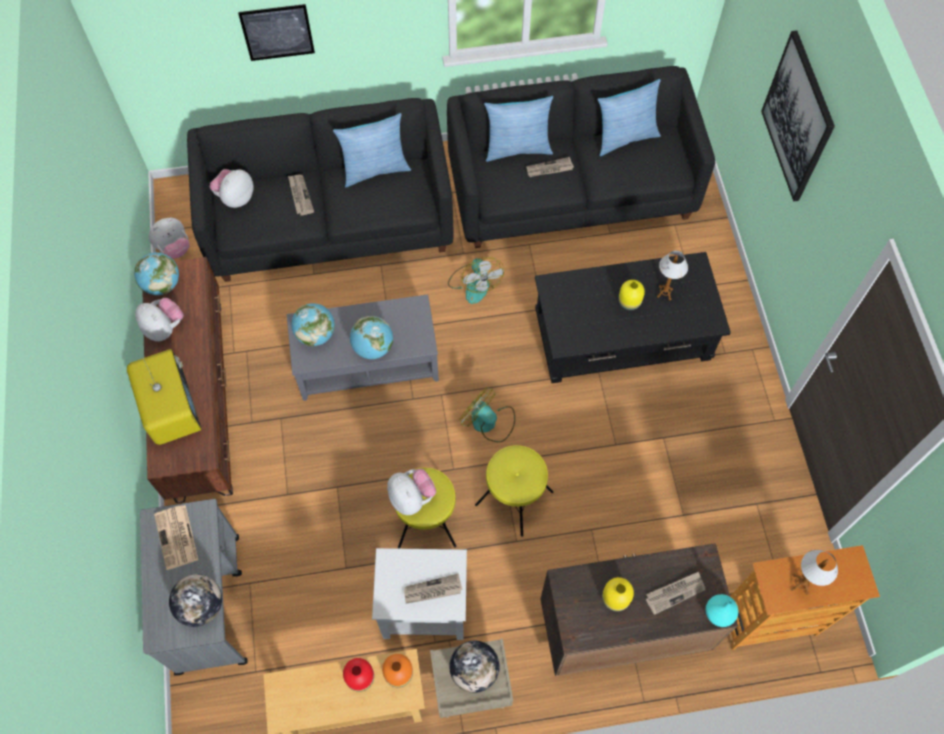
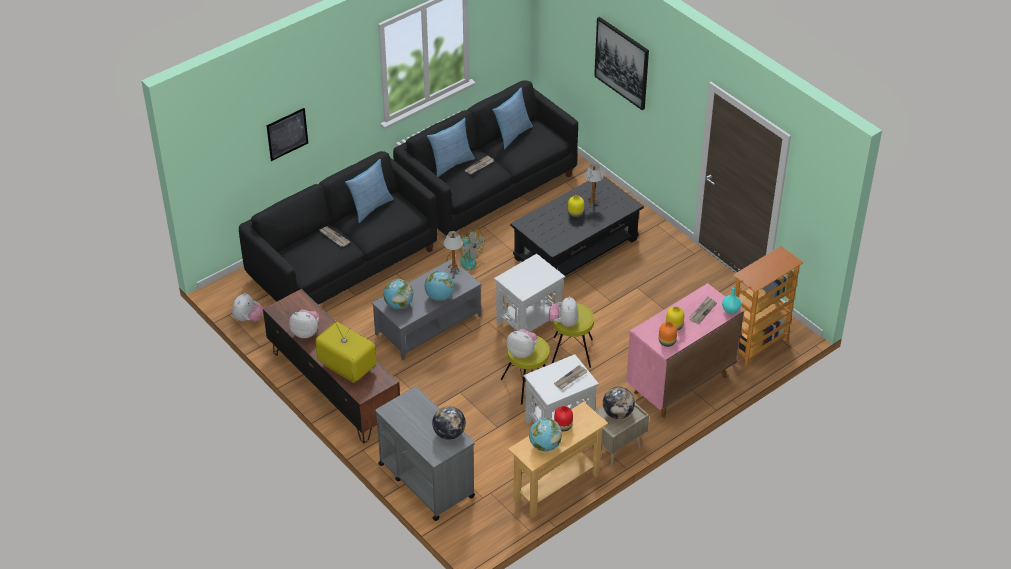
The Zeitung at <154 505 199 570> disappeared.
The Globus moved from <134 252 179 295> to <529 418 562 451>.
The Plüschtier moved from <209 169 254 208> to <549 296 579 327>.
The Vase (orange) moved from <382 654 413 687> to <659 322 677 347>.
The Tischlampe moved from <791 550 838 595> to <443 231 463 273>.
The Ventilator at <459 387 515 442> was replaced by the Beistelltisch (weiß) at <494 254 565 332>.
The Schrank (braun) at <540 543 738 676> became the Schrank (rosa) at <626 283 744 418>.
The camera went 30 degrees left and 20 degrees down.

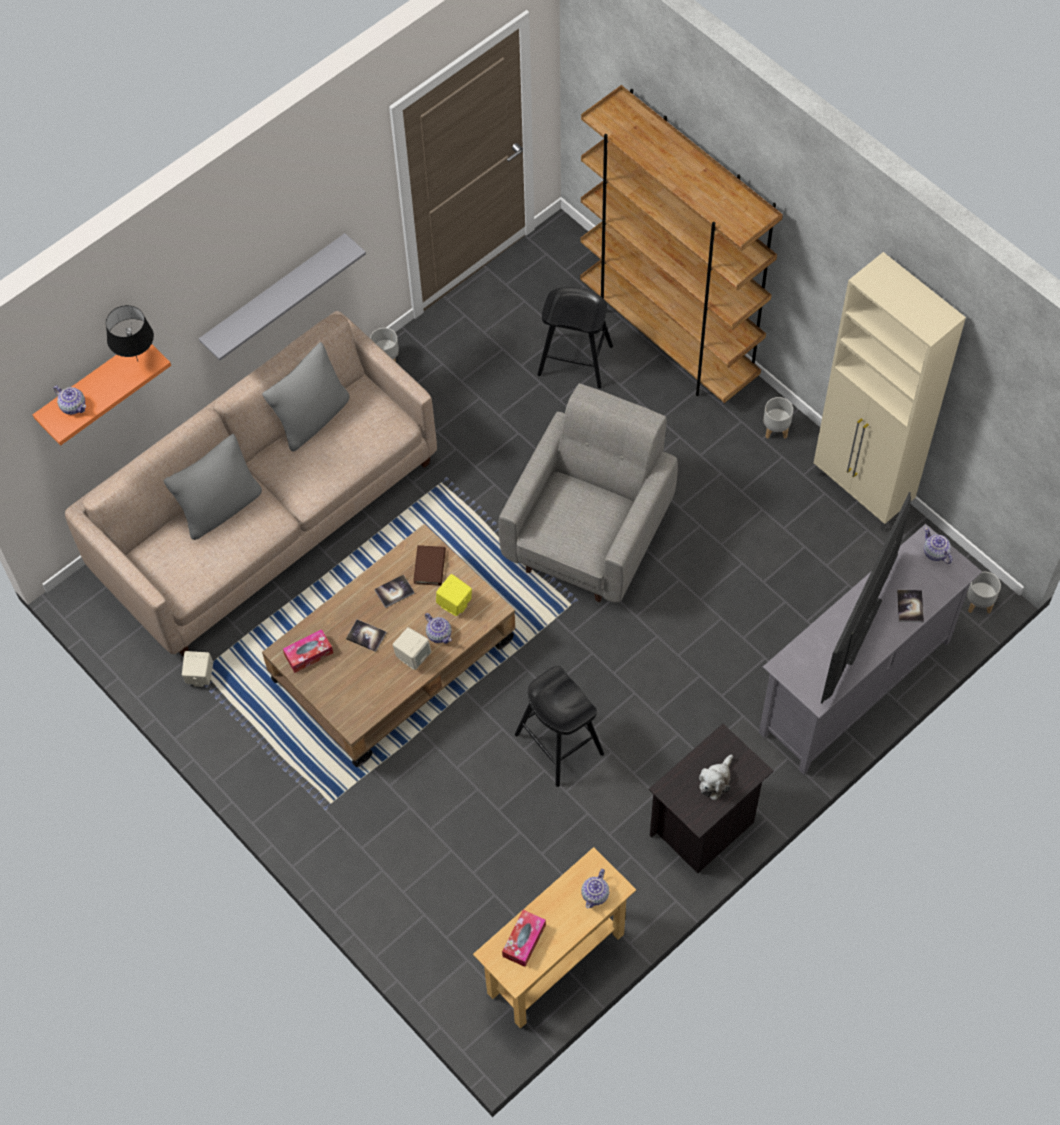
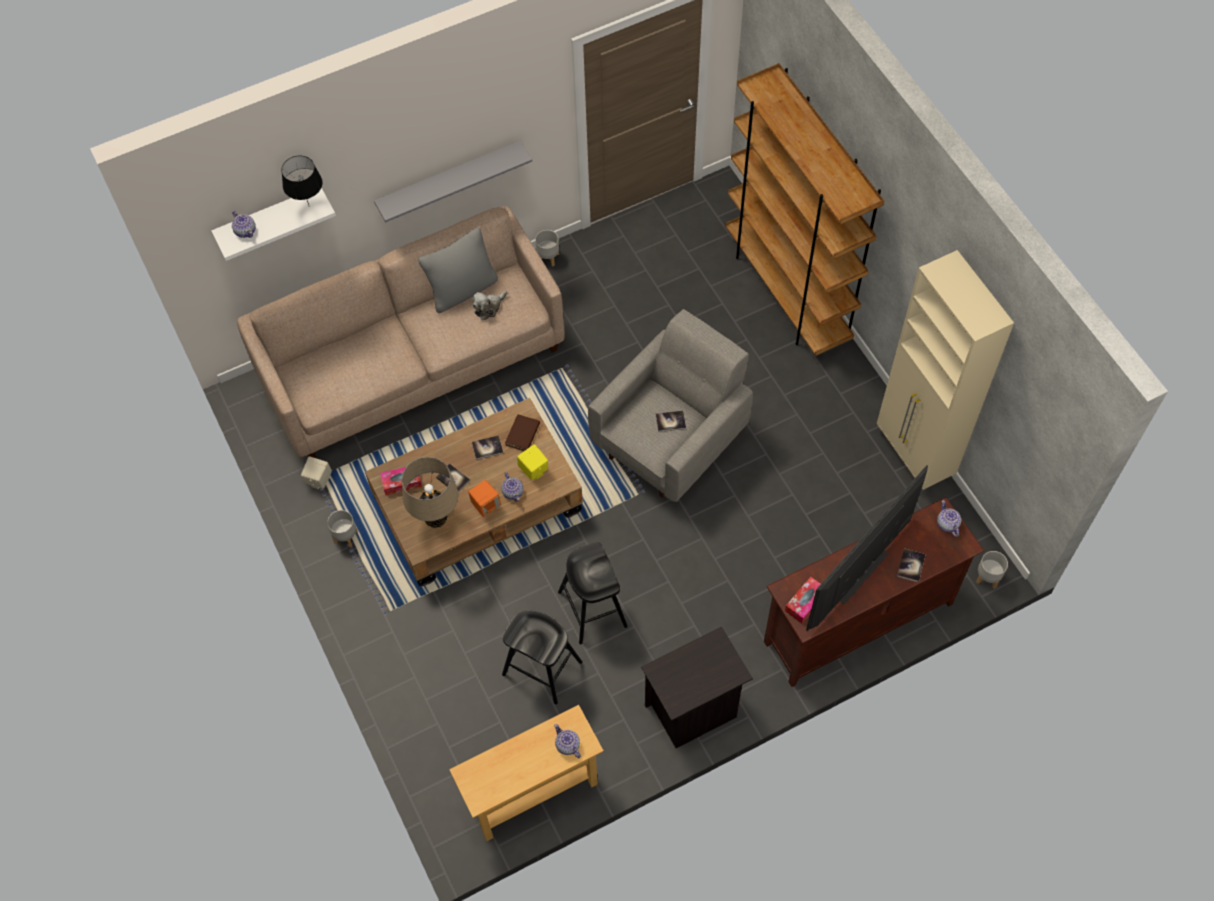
The Kissen (grau) at <164 434 262 540> disappeared.
The Tischlampe (beige) at <402 457 458 528> appeared.
The Buch at <656 411 686 432> appeared.
The Taschentuchbox moved from <502 910 546 967> to <785 577 820 623>.
The Hocker (schwarz) moved from <537 287 613 388> to <502 610 582 704>.
The Plüschtier moved from <699 754 733 801> to <472 291 507 320>.
The Pflanzkübel (grau) moved from <763 397 793 439> to <327 510 358 547>.
The Wandregal (orange) at <33 344 171 446> became the Wandregal (weiß) at <211 188 336 261>.
The Lautsprecher (beige) at <393 627 431 670> became the Lautsprecher (orange) at <468 480 501 517>.
The Fernsehschrank (grau) at <759 524 982 775> became the Fernsehschrank (braun) at <764 497 984 687>.
The Teekanne at <581 869 609 908> turned 105 degrees clockwise.
The camera went 15 degrees right and 0 degrees up.

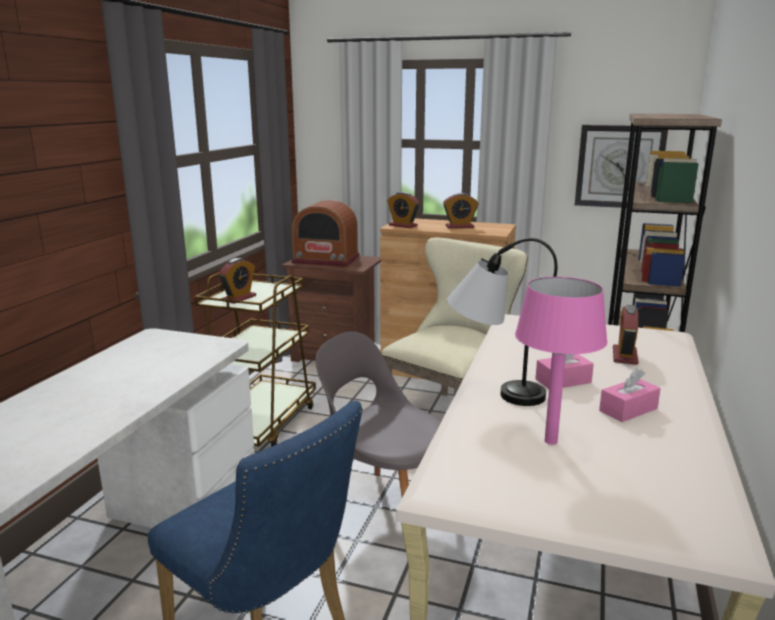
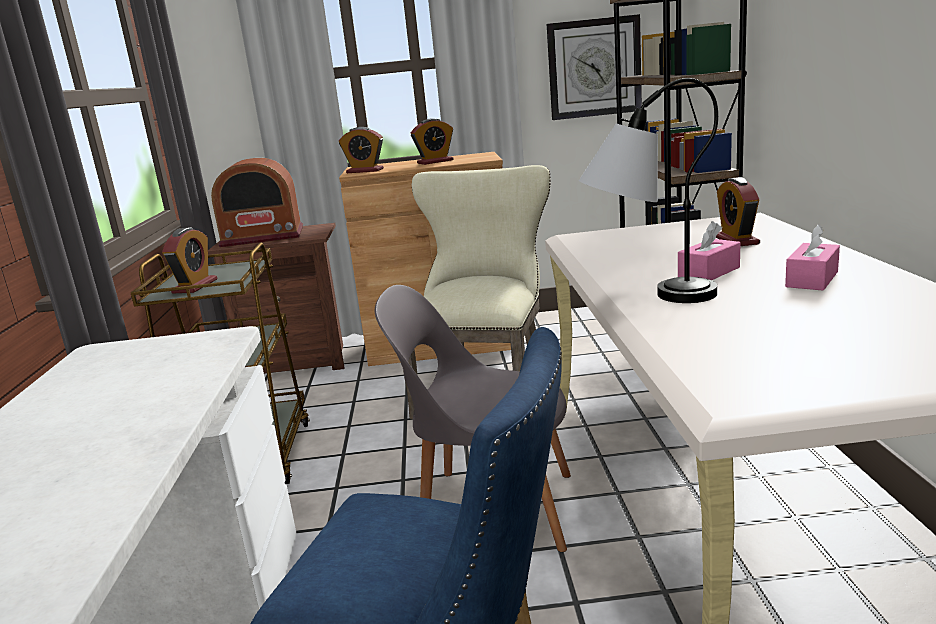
The Tischlampe (rosa) at <515 277 608 445> disappeared.
The camera went 20 degrees left and 0 degrees up.

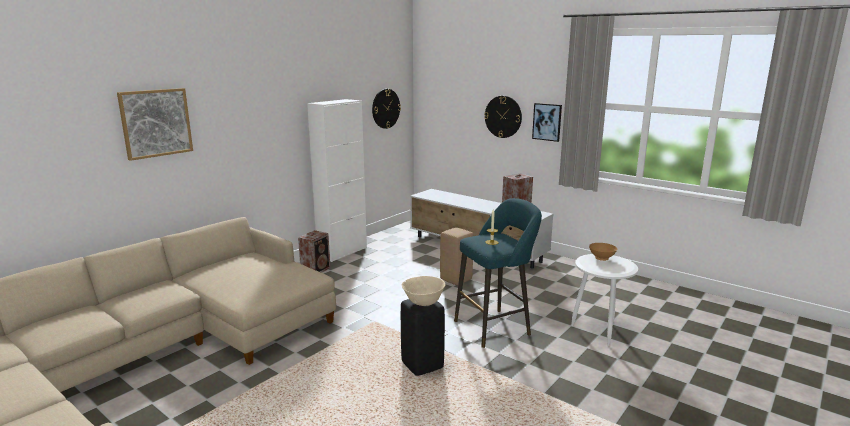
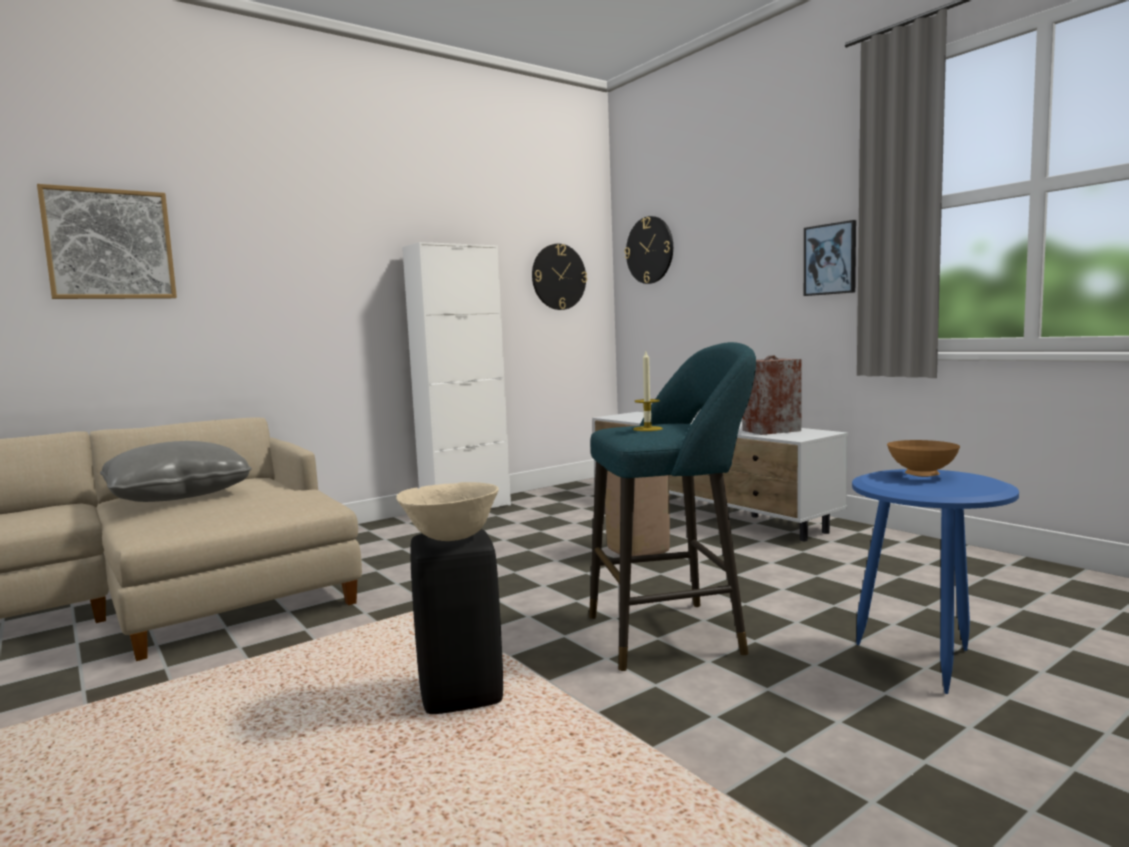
The Lautsprecher at <298 230 330 273> disappeared.
The Kissen (grau) at <100 441 252 502> appeared.
The Wanduhr moved from <484 96 522 138> to <625 216 673 284>.
The Beistelltisch (weiß) at <571 254 638 346> became the Beistelltisch (blau) at <852 469 1019 694>.
The camera went 15 degrees right and 10 degrees down.

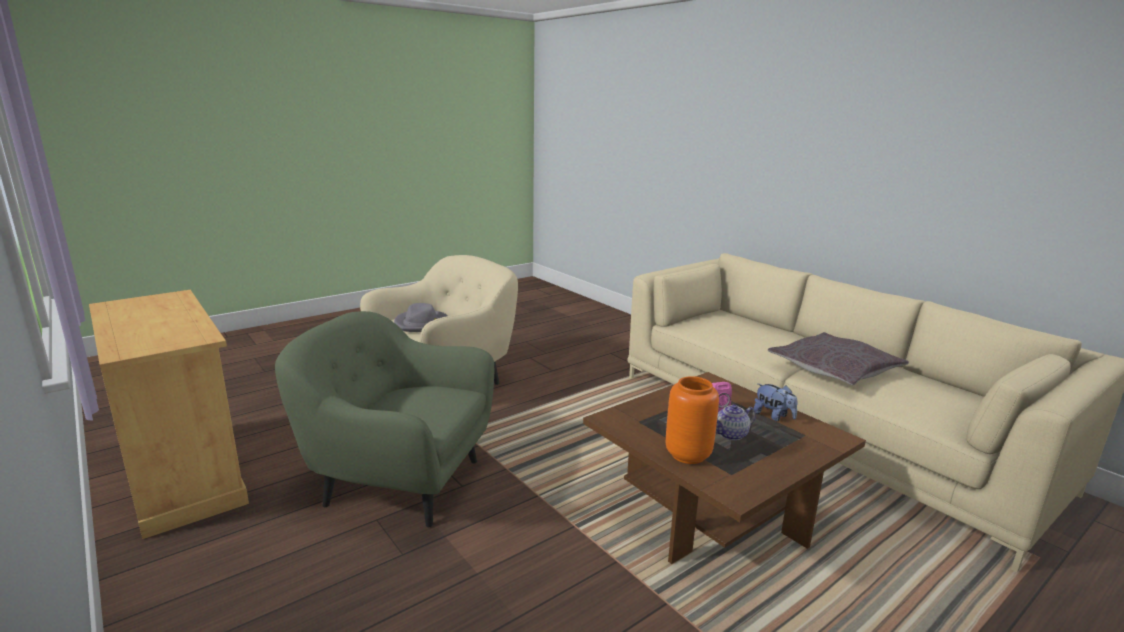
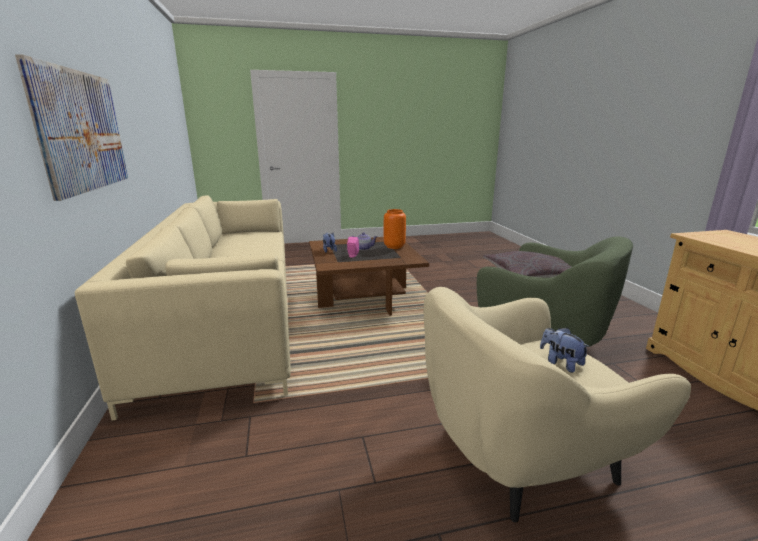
The Bild at <15 54 128 201> appeared.
The Kissen (grau) moved from <768 332 909 385> to <483 251 571 278>.
The Hut (grau) at <394 303 448 332> was replaced by the Plüschtier at <540 328 590 373>.
The camera went 155 degrees left and 0 degrees up.

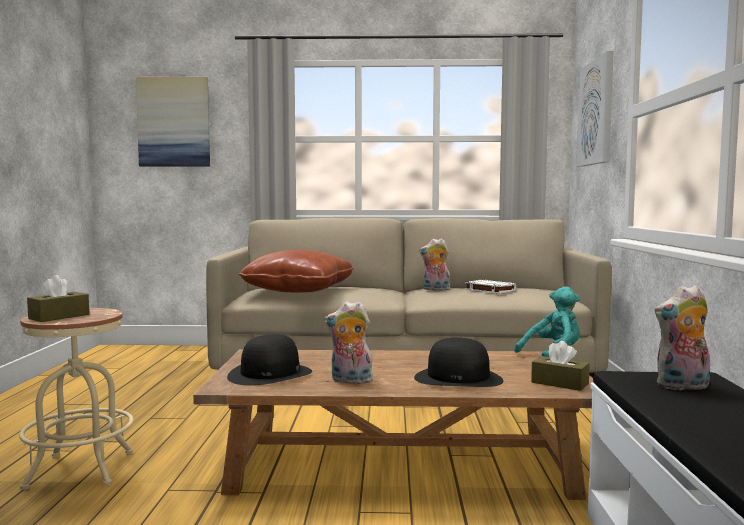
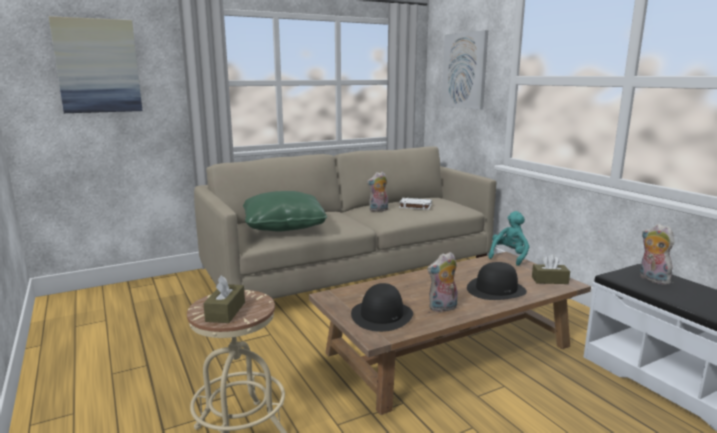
The Kissen (braun) at <239 250 354 293> became the Kissen (grün) at <243 191 327 231>.
The Plüschtier at <655 285 710 390> turned 105 degrees clockwise.
The camera went 30 degrees left and 10 degrees up.

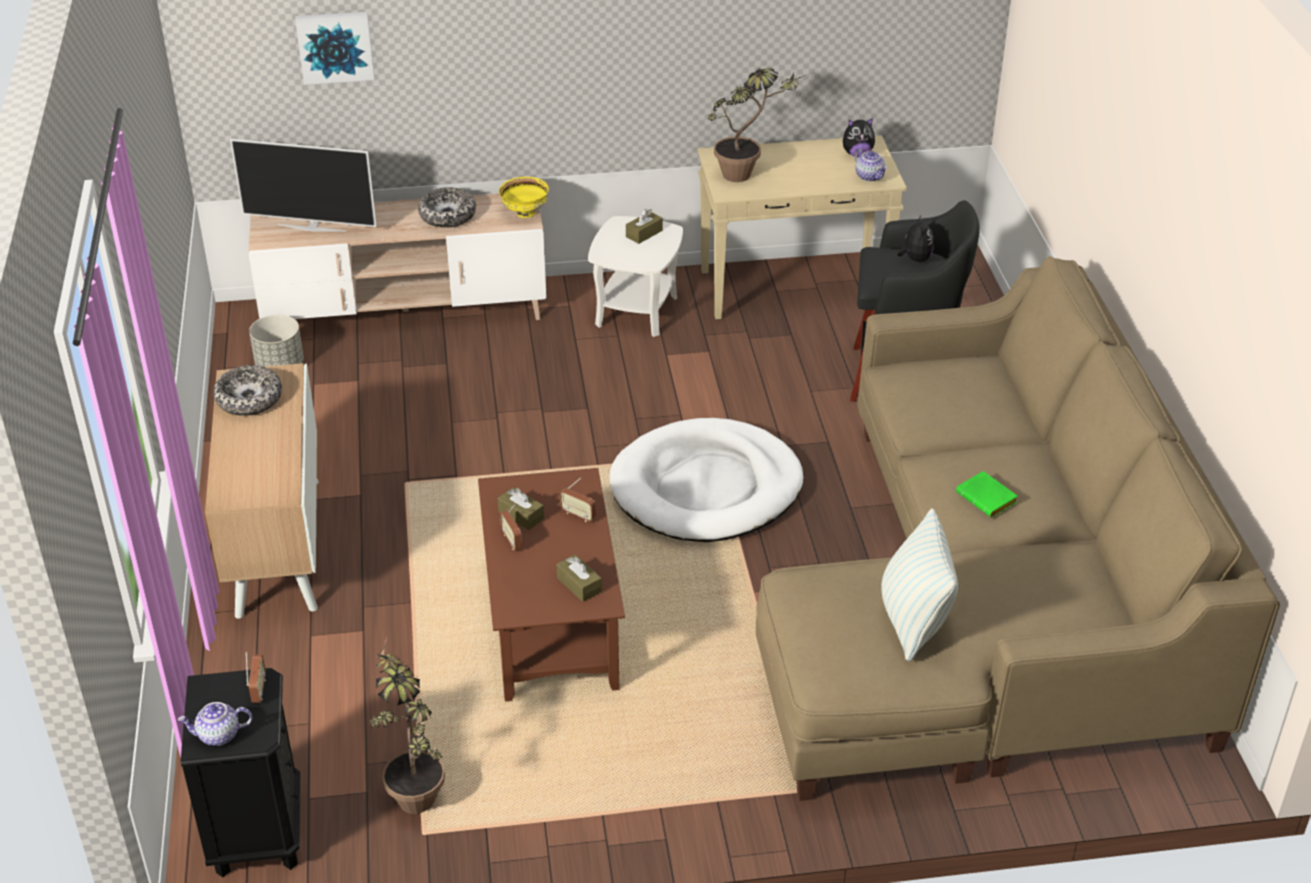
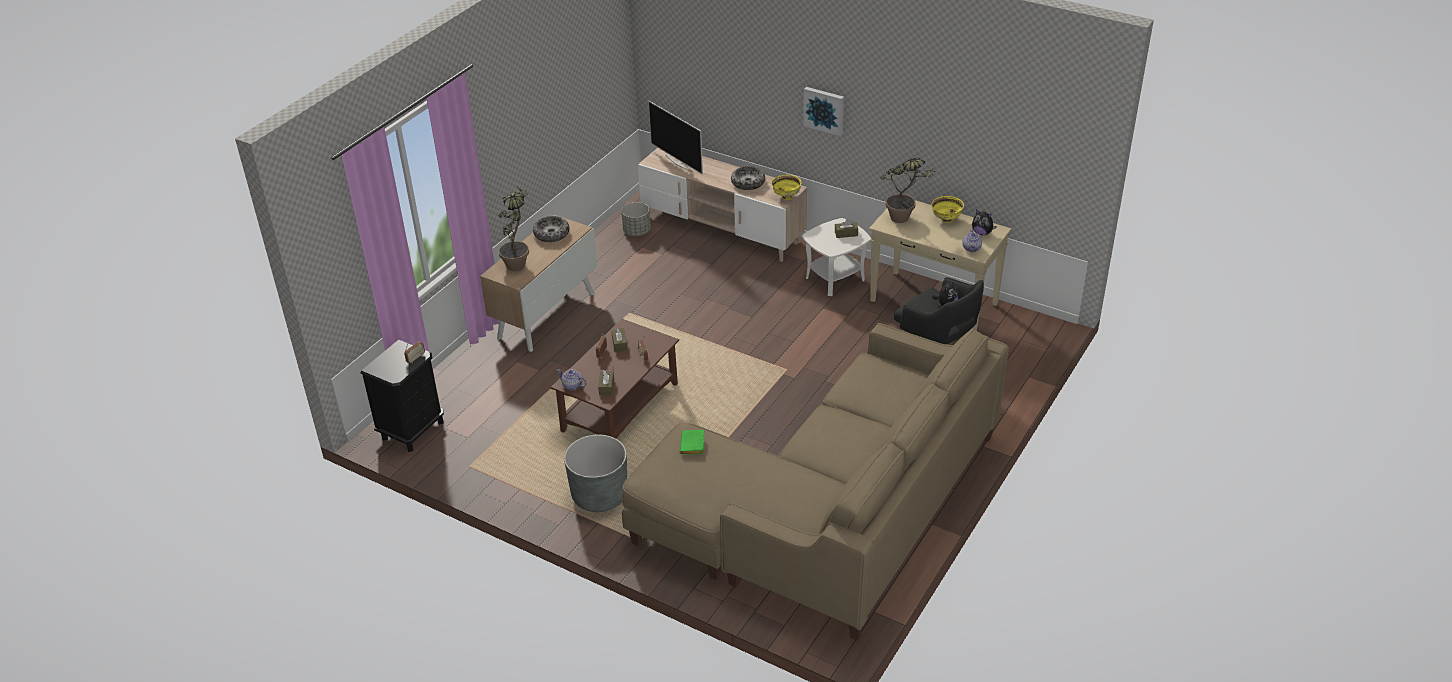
The Hundebett (weiß) at <610 418 803 542> disappeared.
The Kissen at <881 508 958 661> disappeared.
The Pflanzkübel (grau) at <564 435 627 512> appeared.
The Schüssel (gelb) at <932 196 964 223> appeared.
The Teekanne moved from <178 702 252 746> to <557 369 587 390>.
The Bild moved from <295 12 375 85> to <803 87 844 136>.
The Topfpflanze moved from <370 637 445 814> to <498 183 529 271>.
The Buch (grün) moved from <956 471 1018 518> to <680 430 705 455>.
The camera went 40 degrees right and 0 degrees up.

